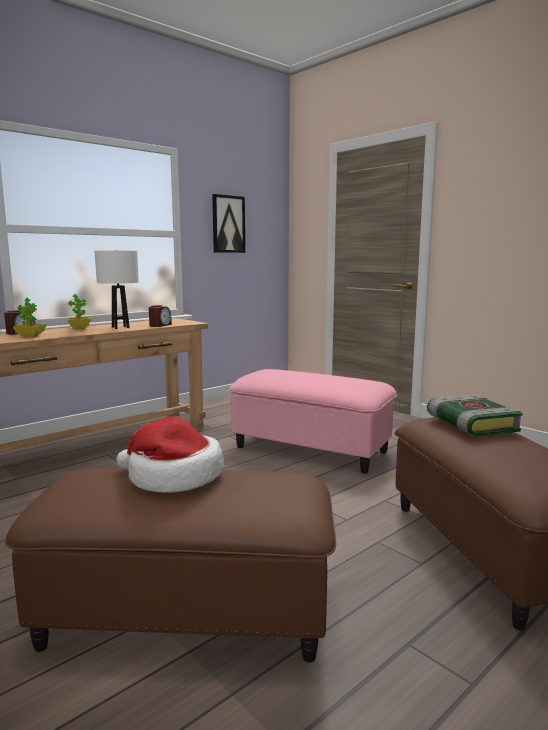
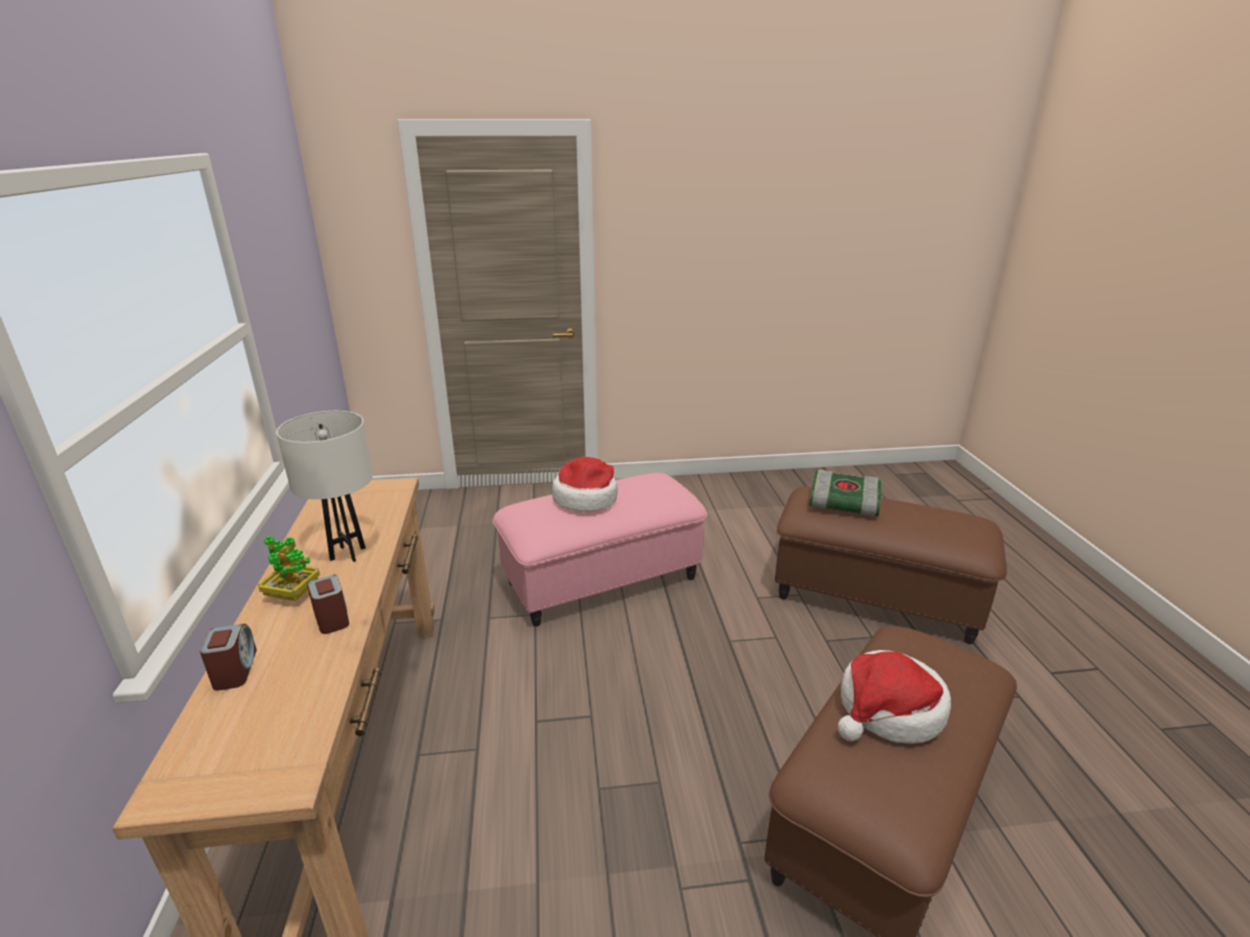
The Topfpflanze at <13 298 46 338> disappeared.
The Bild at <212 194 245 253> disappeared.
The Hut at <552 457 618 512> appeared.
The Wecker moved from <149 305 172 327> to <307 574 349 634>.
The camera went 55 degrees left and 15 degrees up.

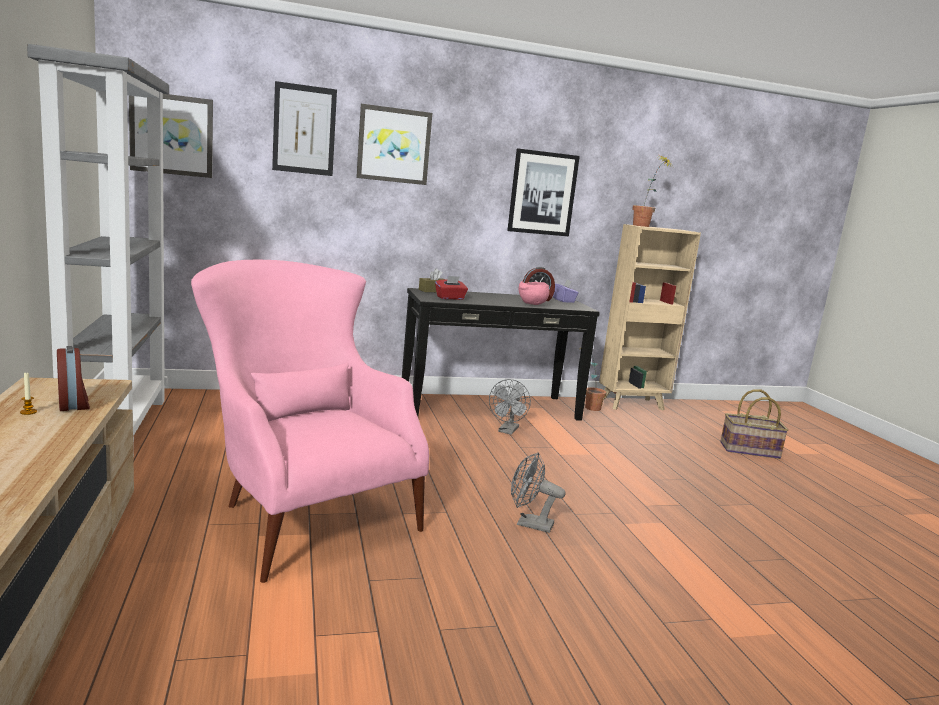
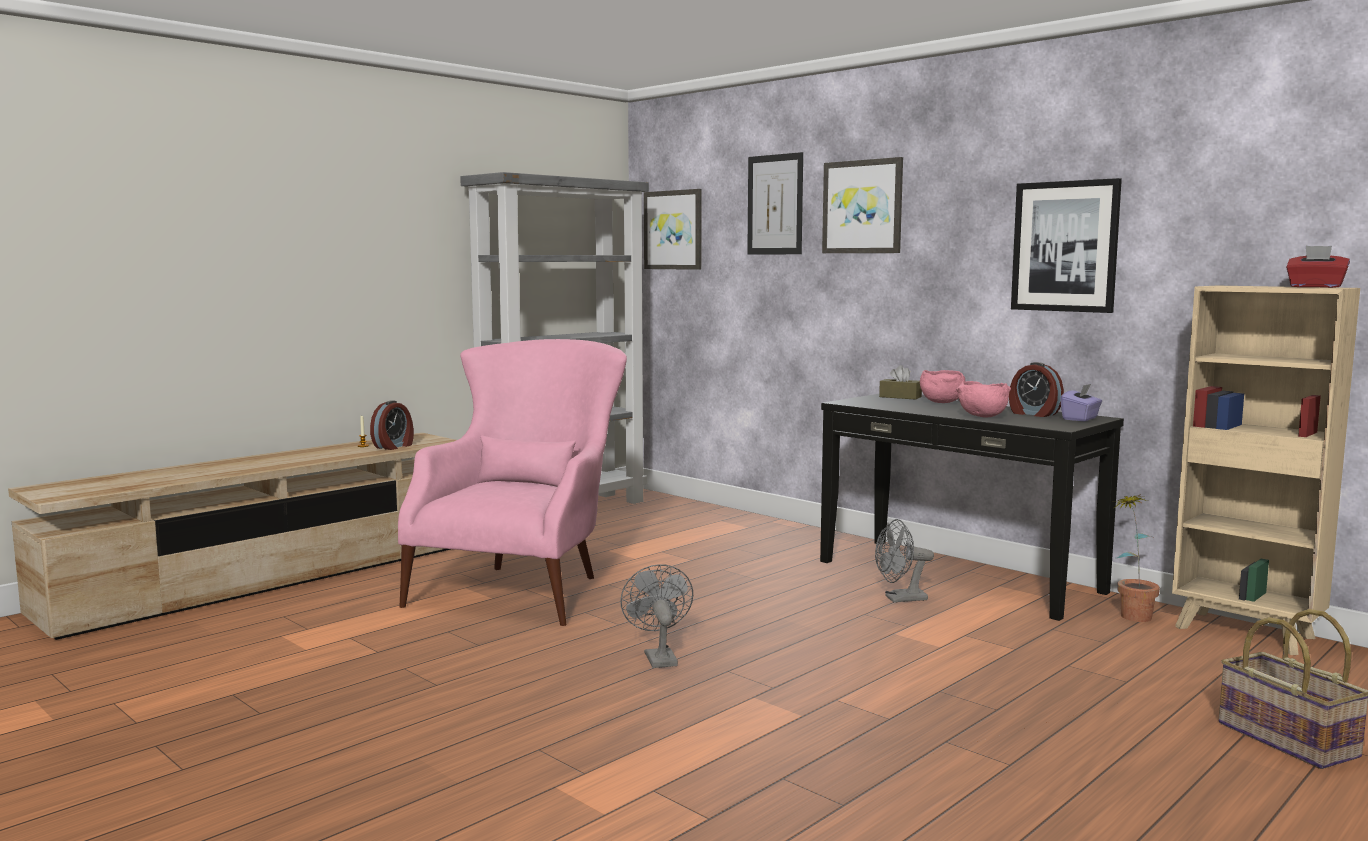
The Topfpflanze at <632 156 672 227> disappeared.
The Schüssel (rosa) at <920 370 965 403> appeared.
The Taschentuchbox (rot) moved from <435 276 468 300> to <1286 246 1350 288>.
The camera went 60 degrees right and 5 degrees down.

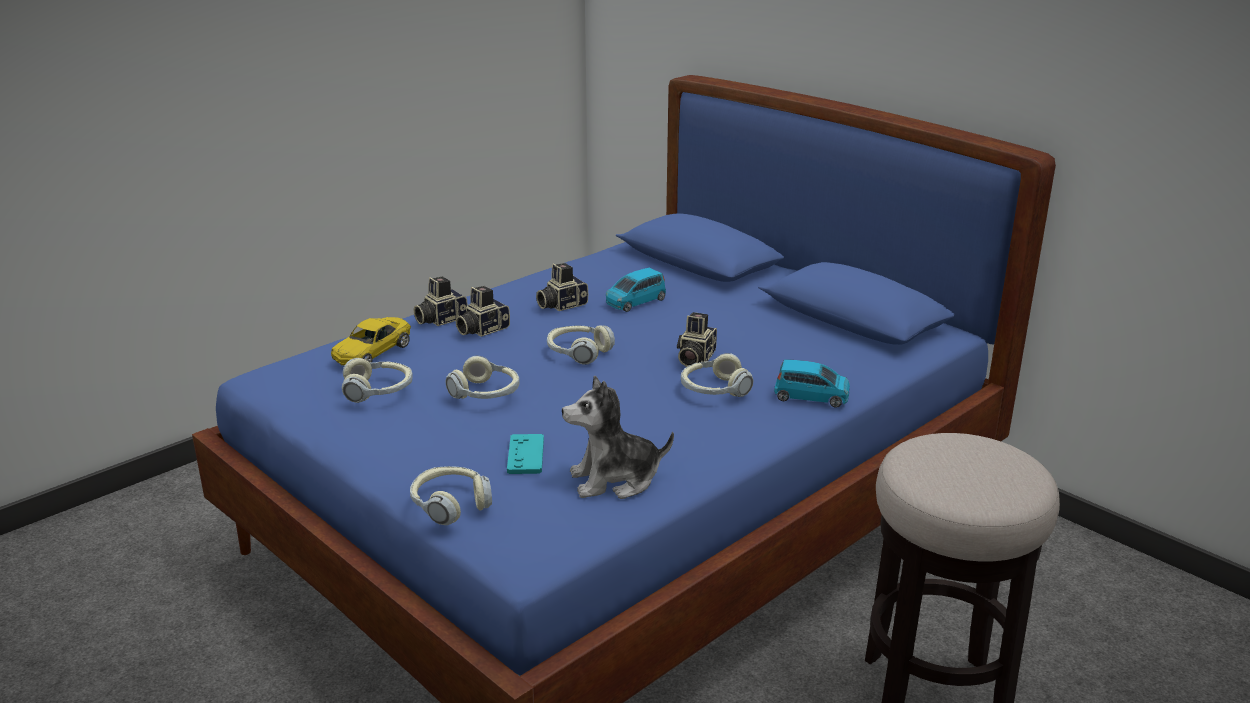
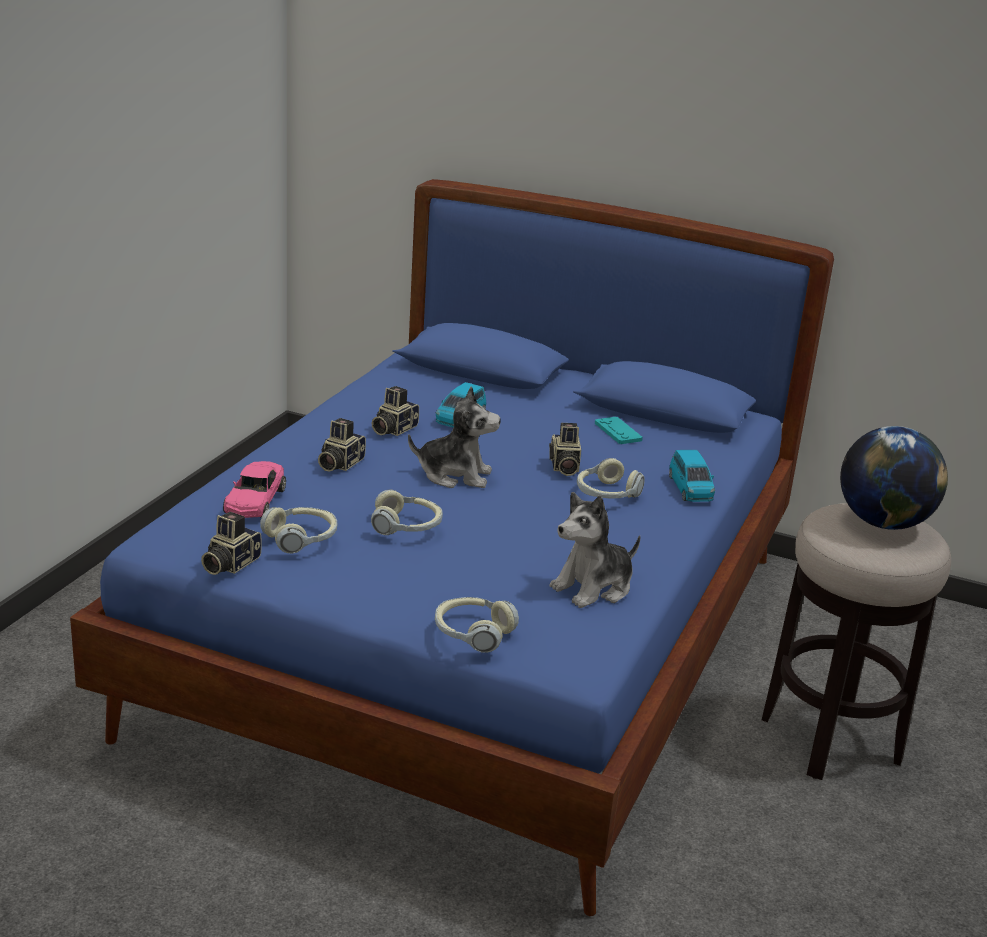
The Globus at <840 426 948 530> appeared.
The Kamera moved from <414 277 468 326> to <201 512 262 575>.
The Gamepad (türkis) moved from <507 434 544 474> to <595 417 643 444>.
The Kopfhörer at <547 325 615 365> was replaced by the Plüschtier at <408 386 501 488>.
The Spielzeugauto (gelb) at <331 317 411 365> became the Spielzeugauto (rosa) at <223 461 286 518>.
The Spielzeugauto (blau) at <774 359 850 408> turned 90 degrees clockwise.
The camera went 25 degrees left and 0 degrees up.

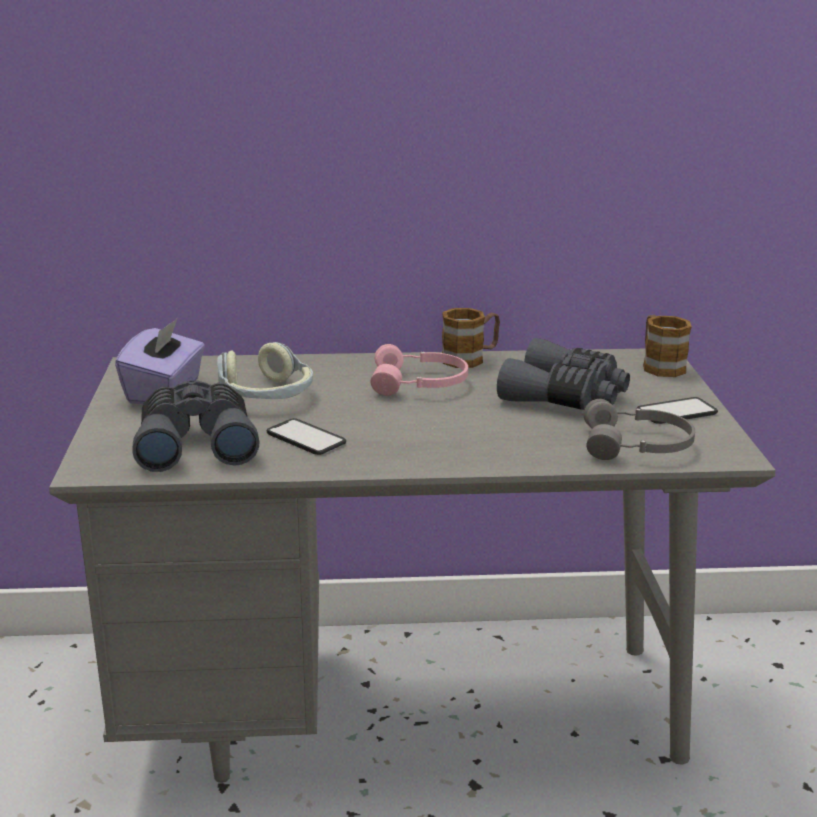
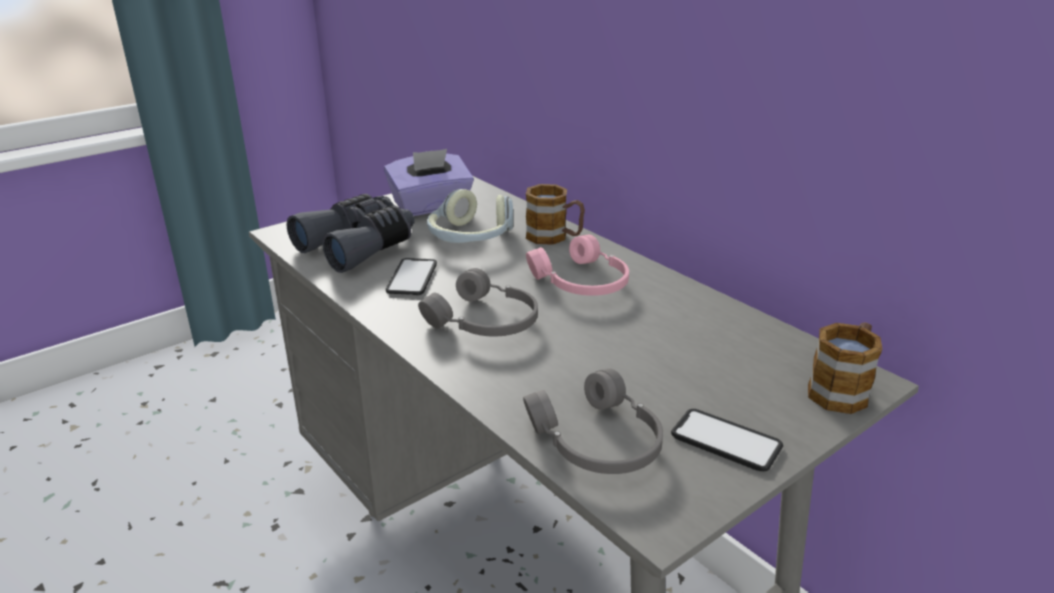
The Fernglas (grau) at <497 338 630 410> disappeared.
The Kopfhörer (grau) at <418 268 538 336> appeared.
The Henkelbecher moved from <442 308 500 368> to <526 184 585 245>.
The camera went 55 degrees right and 5 degrees up.

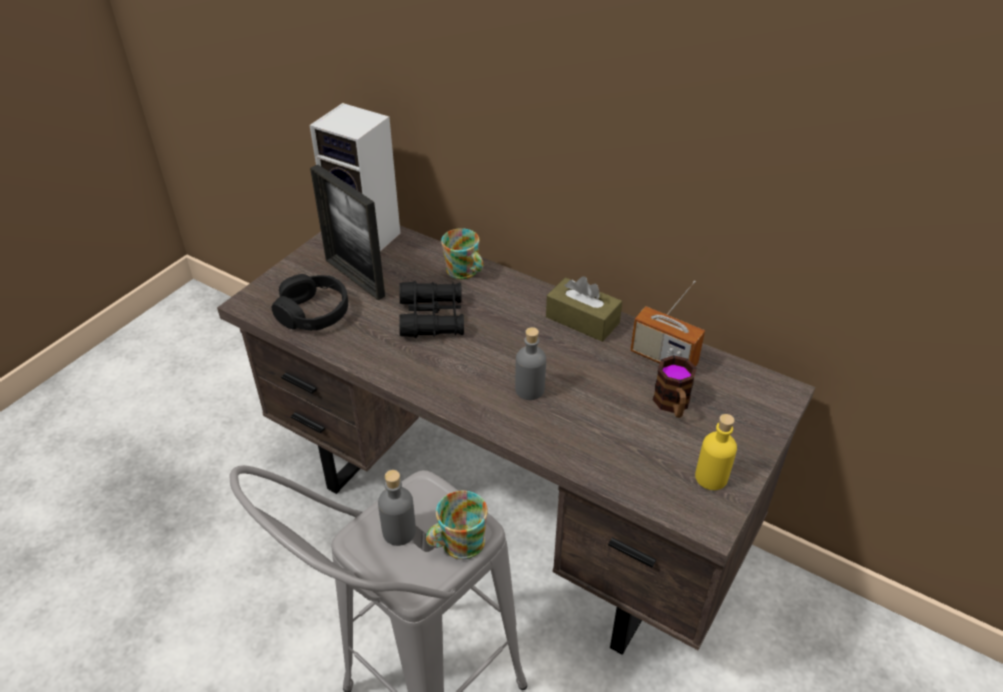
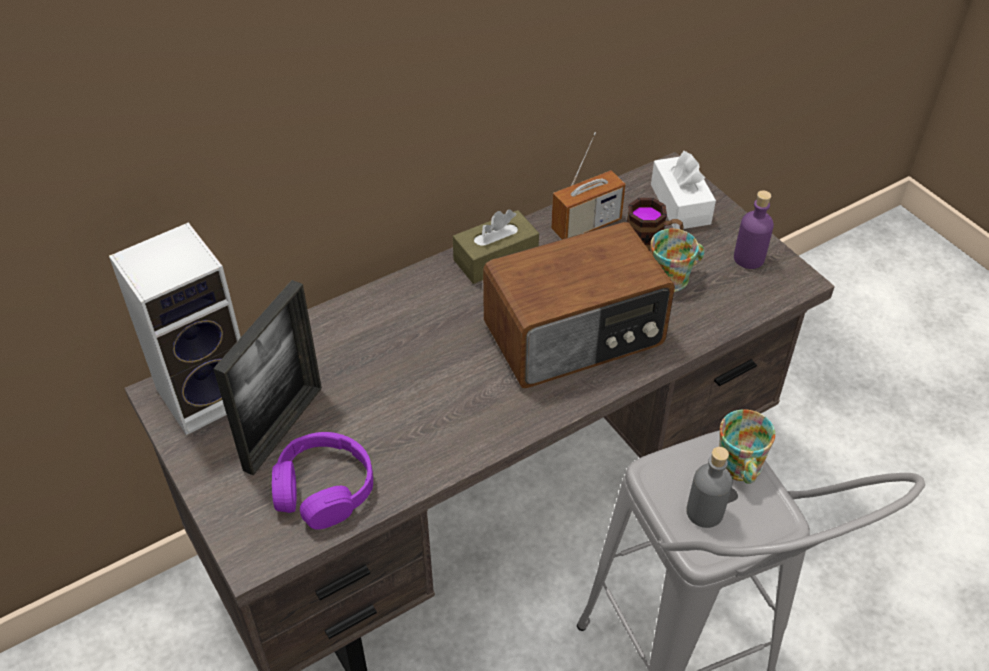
The Fernglas (schwarz) at <399 281 464 338> disappeared.
The Taschentuchbox (weiß) at <651 151 716 229> appeared.
The Henkelbecher moved from <441 228 483 279> to <650 229 704 292>.
The Flasche (grau) at <515 327 546 400> was replaced by the Radio at <483 222 675 388>.
The Kopfhörer (schwarz) at <272 274 348 331> became the Kopfhörer (lila) at <272 432 373 530>.
The Flasche (gelb) at <695 414 737 490> became the Flasche (lila) at <734 190 774 269>.
The Bilderrahmen at <310 165 385 300> turned 45 degrees counterclockwise.
The camera went 65 degrees left and 5 degrees up.

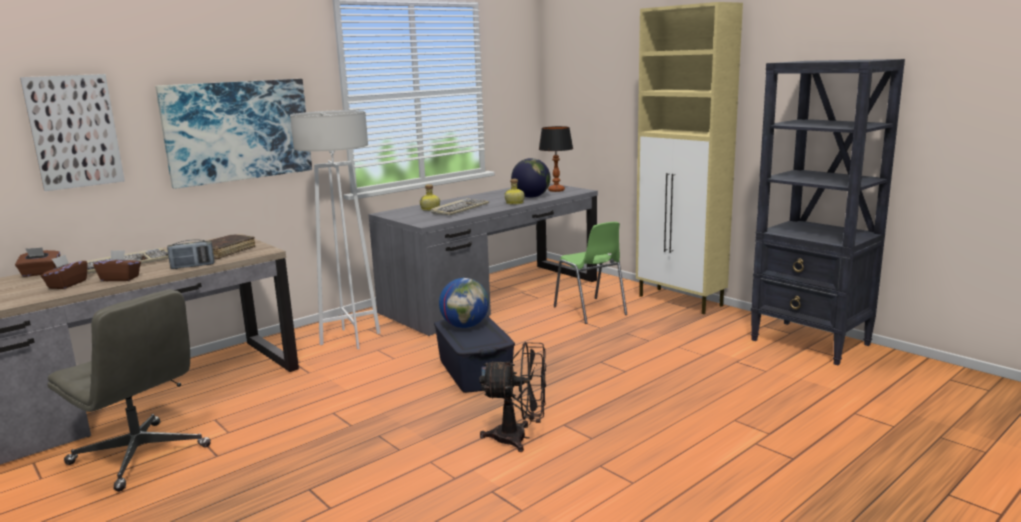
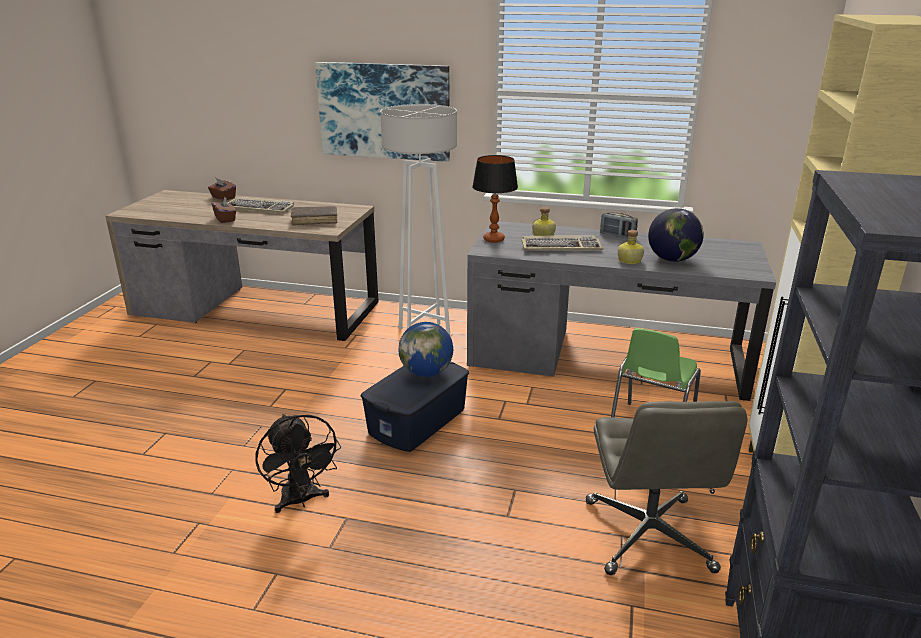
The Bild at <20 74 125 191> disappeared.
The Taschentuchbox (braun) at <41 255 87 289> disappeared.
The Bürostuhl (grau) moved from <47 289 211 492> to <586 401 747 575>.
The Radio moved from <167 239 214 269> to <600 212 638 238>.
The Tischlampe moved from <539 126 573 192> to <472 155 518 243>.
The camera went 55 degrees right and 10 degrees up.

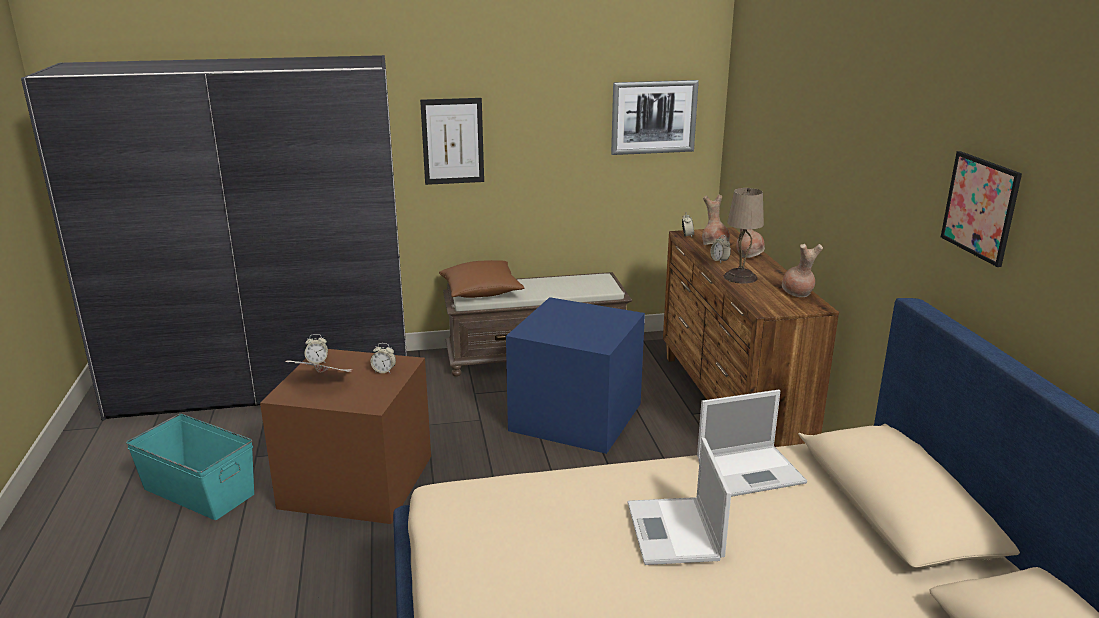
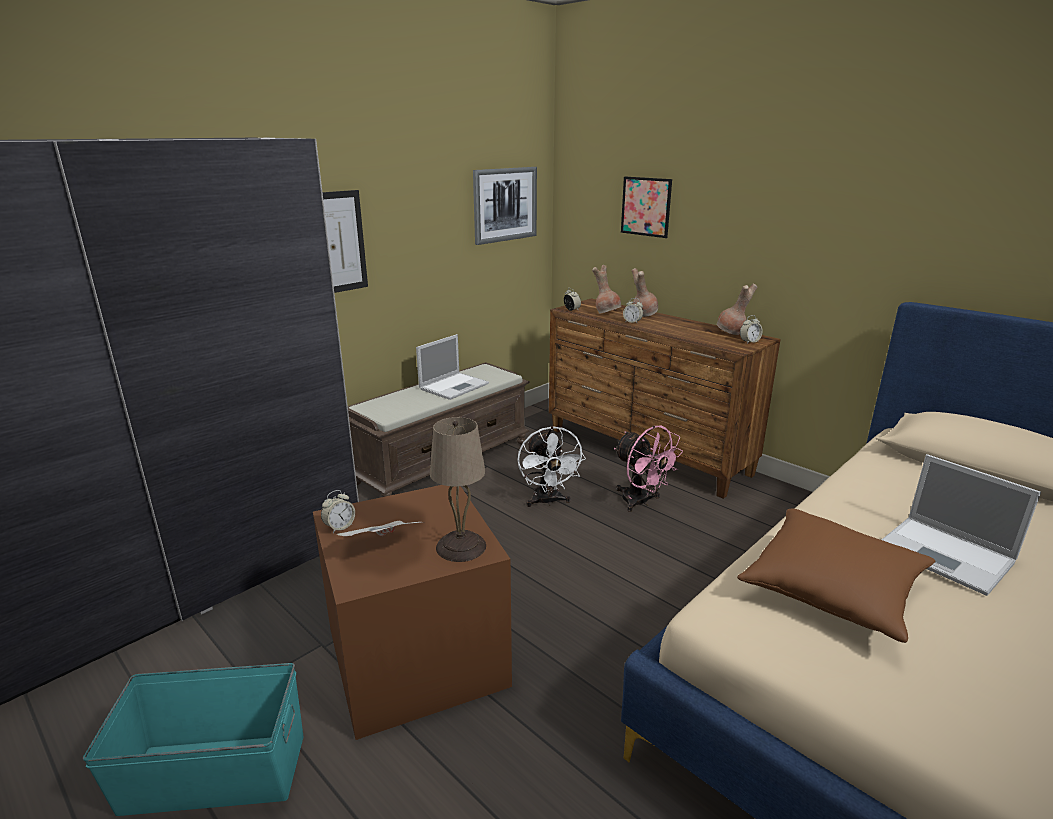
The Ventilator (rosa) at <614 426 683 512> appeared.
The Wecker moved from <370 343 396 374> to <740 315 763 344>.
The Kissen (braun) moved from <439 260 524 298> to <737 509 935 643>.
The Laptop moved from <697 390 807 497> to <416 334 489 400>.
The Tischlampe (beige) moved from <724 188 764 284> to <430 417 486 562>.
The Bild moved from <941 151 1022 267> to <621 177 672 238>.
The Aufbewahrungsbox (blau) at <506 297 645 454> was replaced by the Ventilator (weiß) at <518 426 586 507>.
The camera went 35 degrees left and 0 degrees up.

